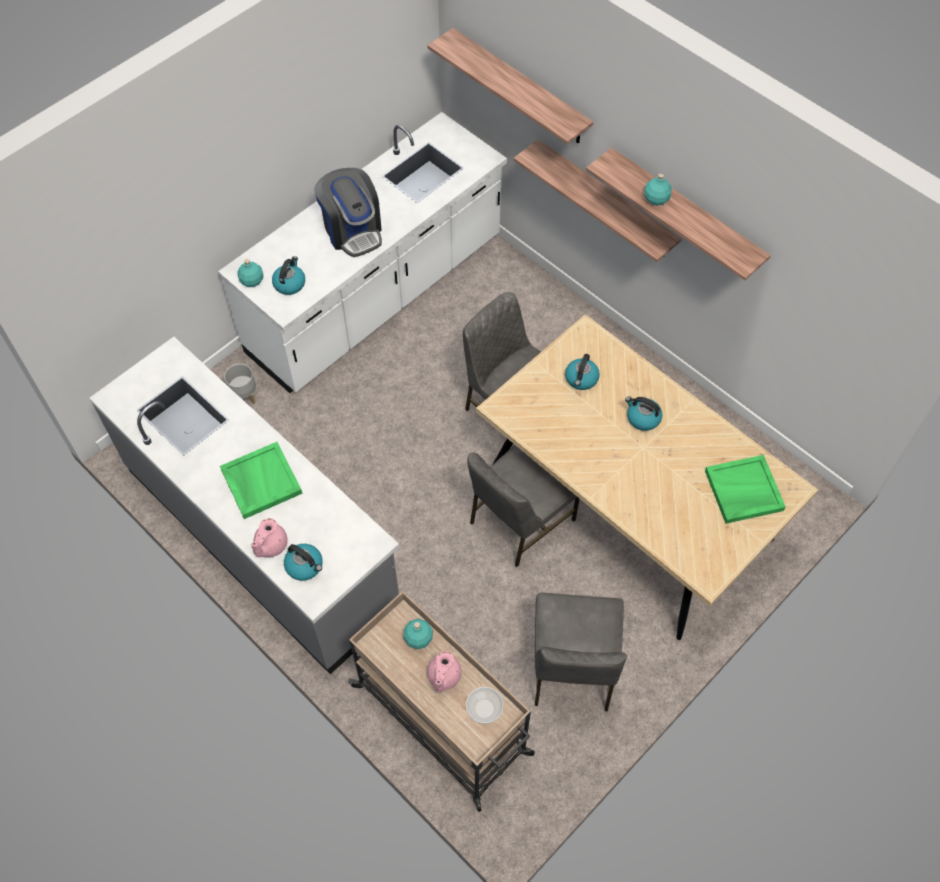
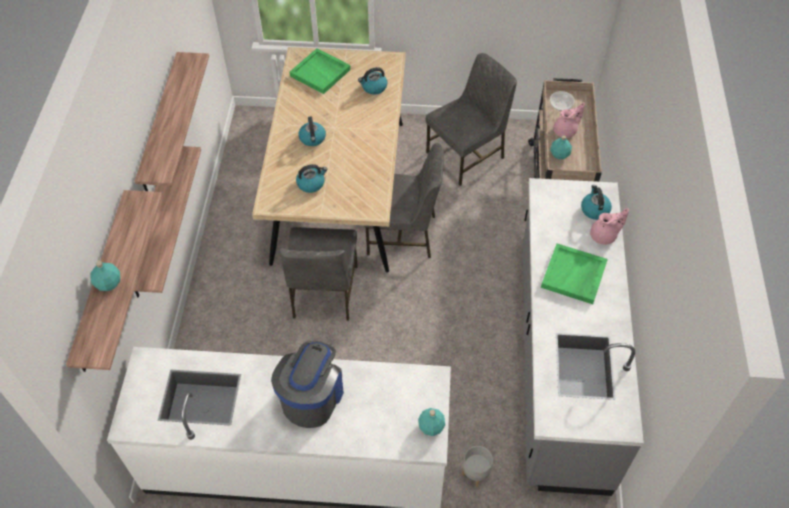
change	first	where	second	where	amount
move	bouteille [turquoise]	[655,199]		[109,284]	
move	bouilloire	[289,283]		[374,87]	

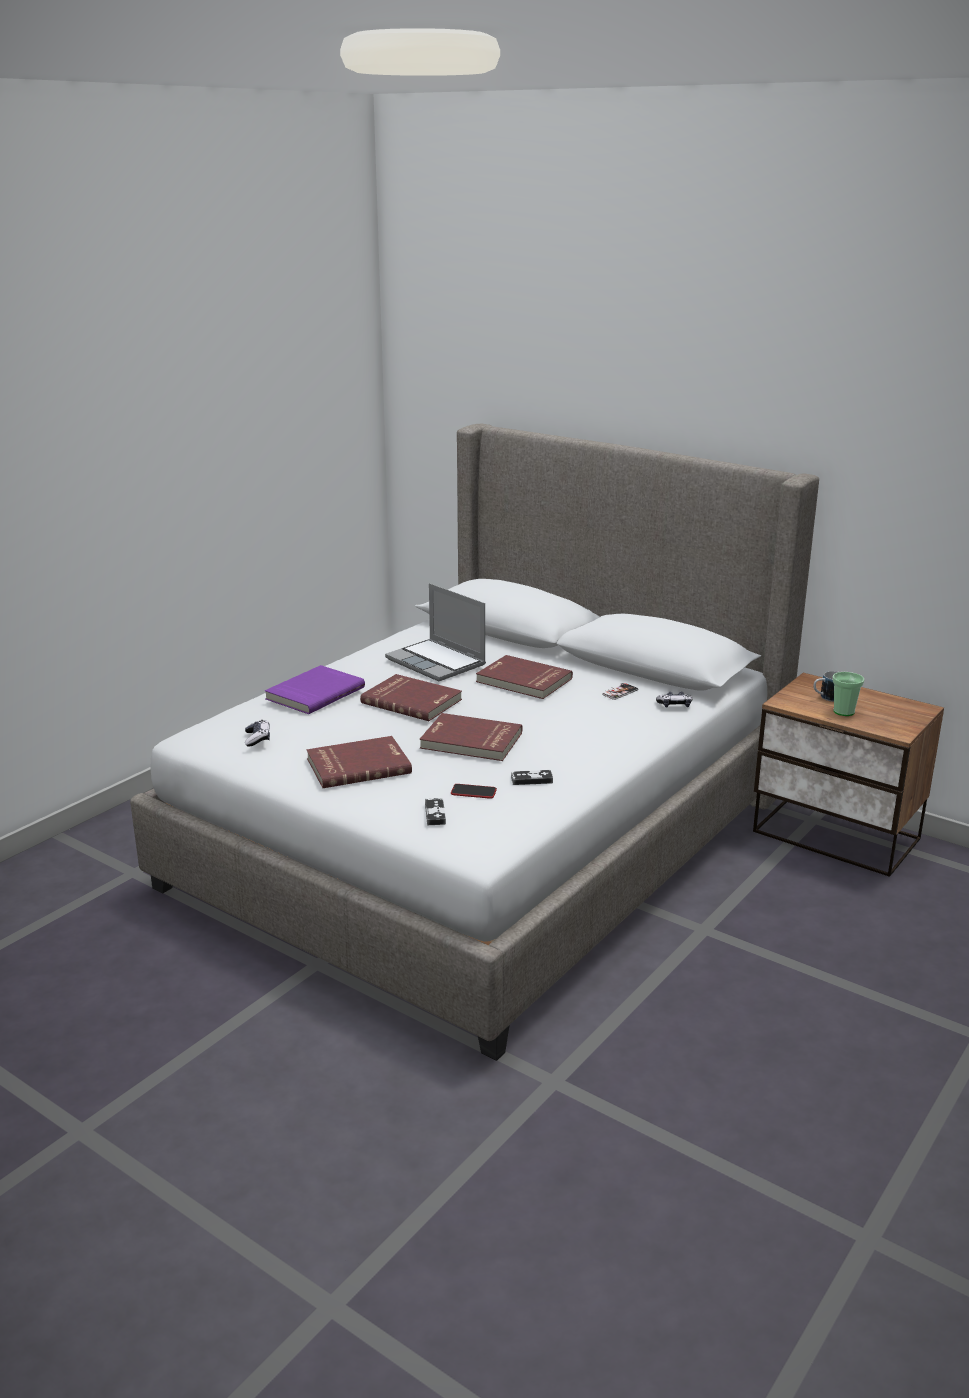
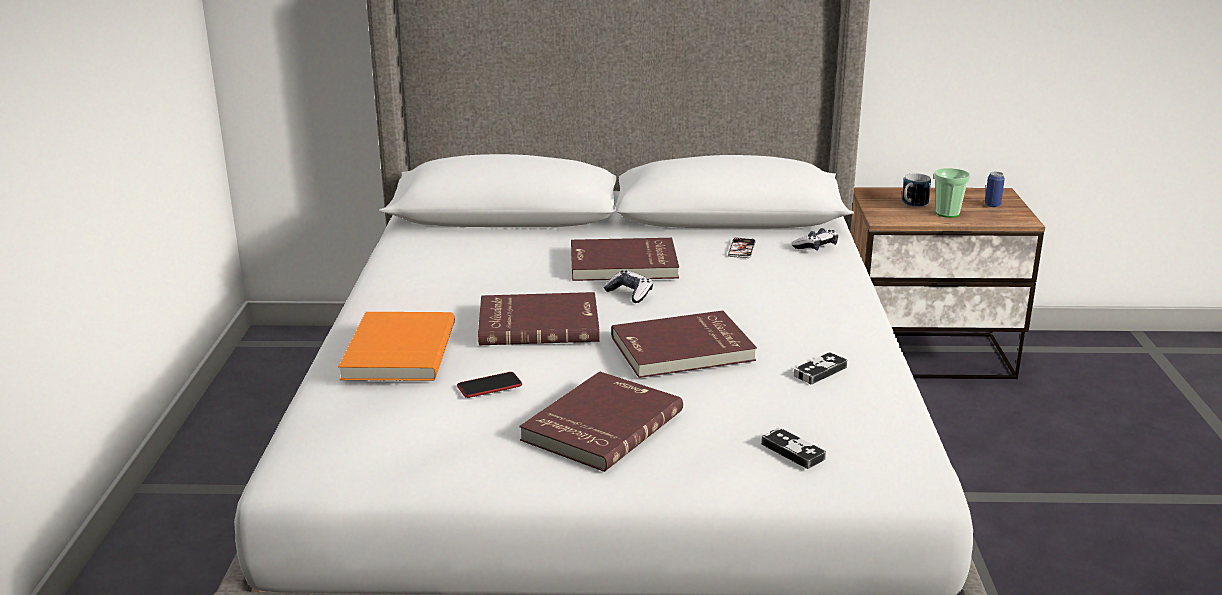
change	first	where	second	where	amount
recolor	livre [violet]	[314,693]	livre [orange]	[396,351]	
move	téléphone	[473,792]		[489,386]	
move	manette	[257,738]		[629,294]	
insert			boîte métallique	[992,205]	
delete	ordinateur portable	[437,662]			

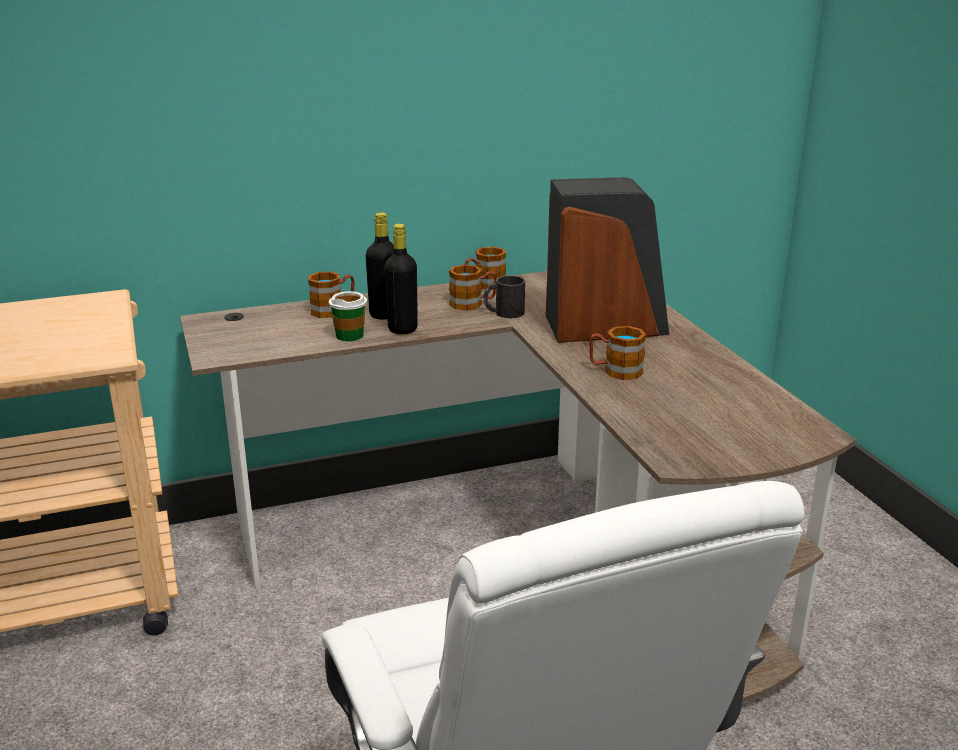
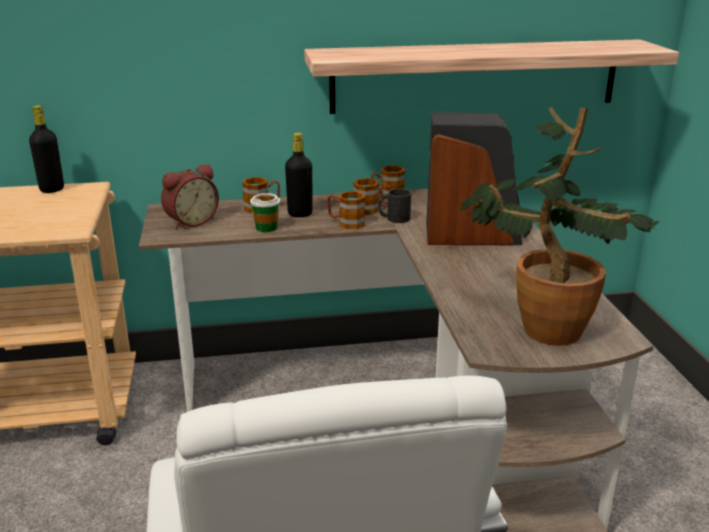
change	first	where	second	where	amount
move	bouteille [noir]	[402,329]		[52,189]	
insert			réveil	[190,221]	
insert			étagère	[475,76]	
move	mug	[615,371]		[346,223]	
insert			plante en pot	[541,324]	

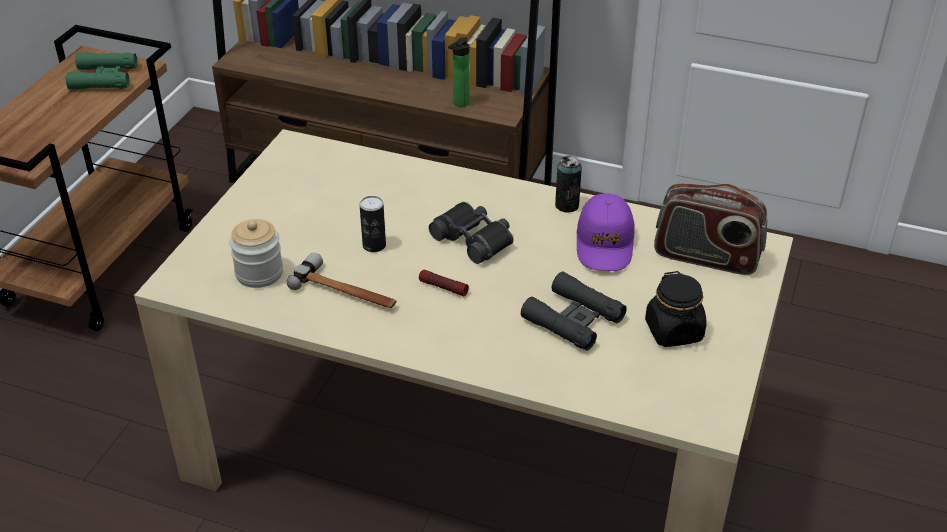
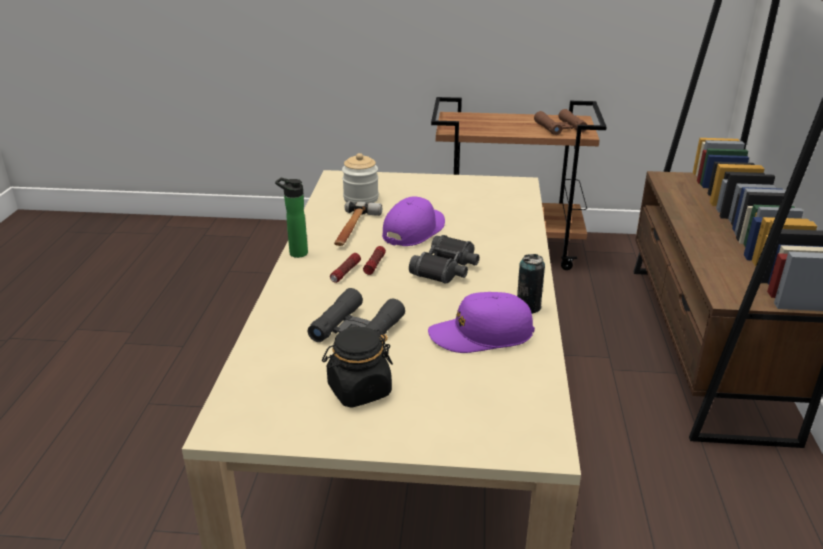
change	first	where	second	where	amount
move	bouteille	[459,104]		[296,253]	
insert			lampe de poche	[345,272]	
replace	boîte métallique	[374,245]	casquette [violet]	[414,230]	
recolor	jumelles [vert]	[104,78]	jumelles [marron]	[560,128]	
delete	radio	[706,257]			

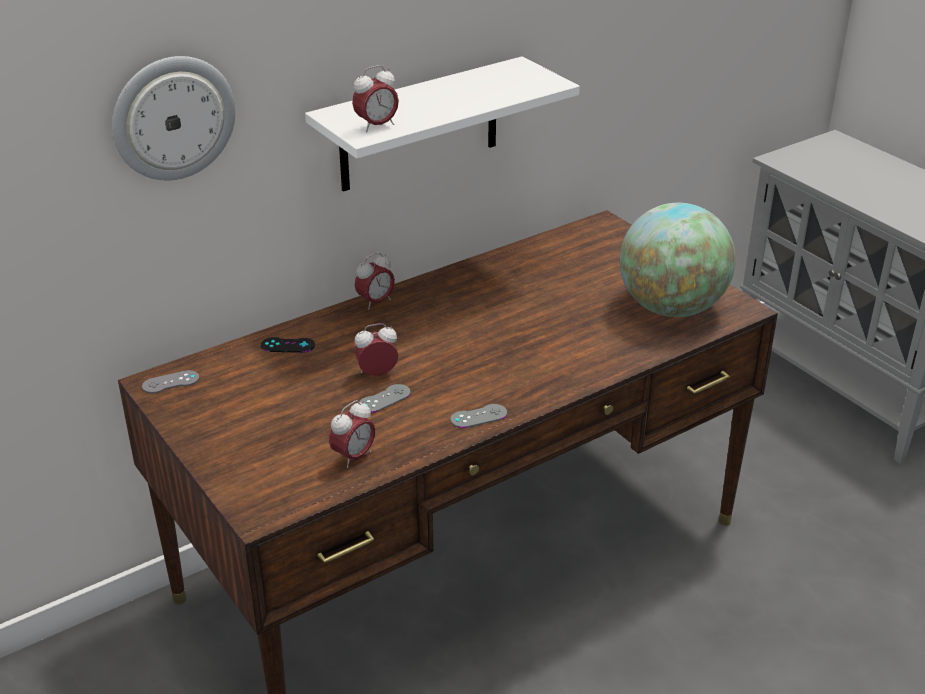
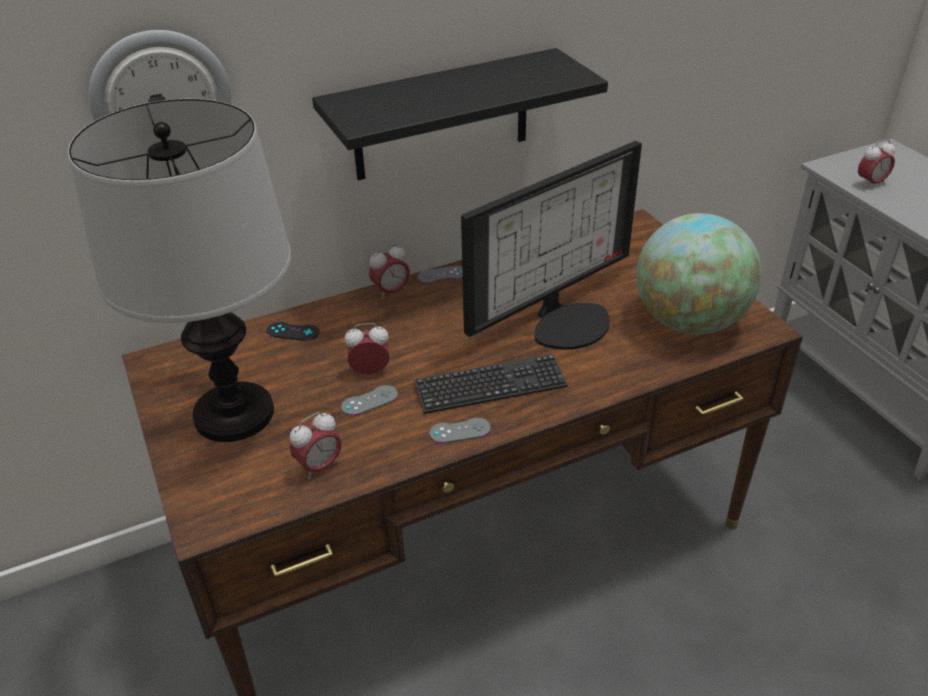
change	first	where	second	where	amount
insert			lampe de table	[234,413]	
recolor	étagère [blanc]	[419,125]	étagère [noir]	[441,116]	
insert			clavier	[490,386]	
move	manette [gris]	[170,382]		[442,275]	
insert			écran d'ordinateur	[566,321]	
move	réveil	[376,126]		[870,183]	

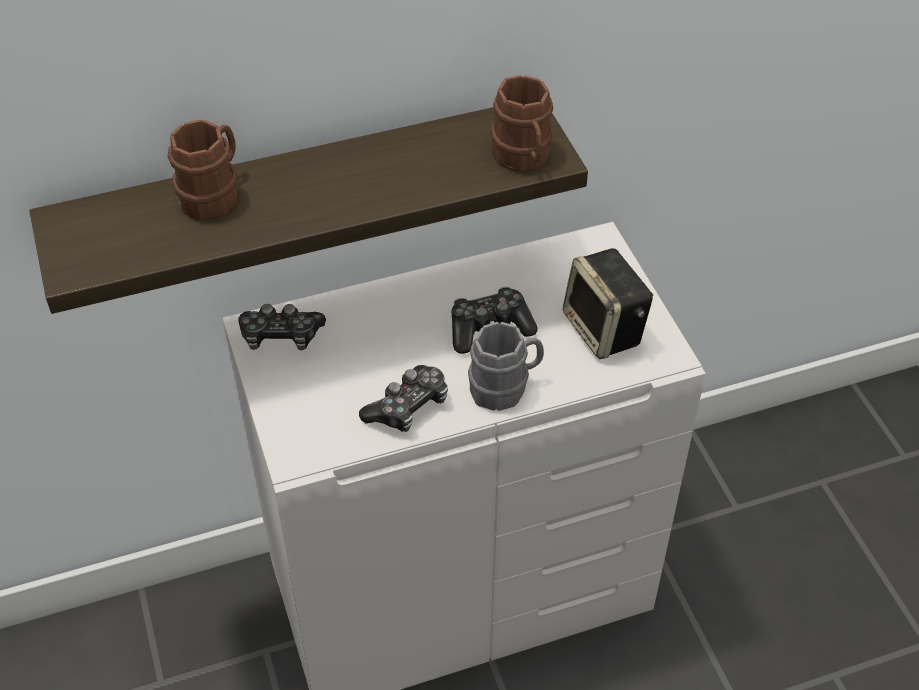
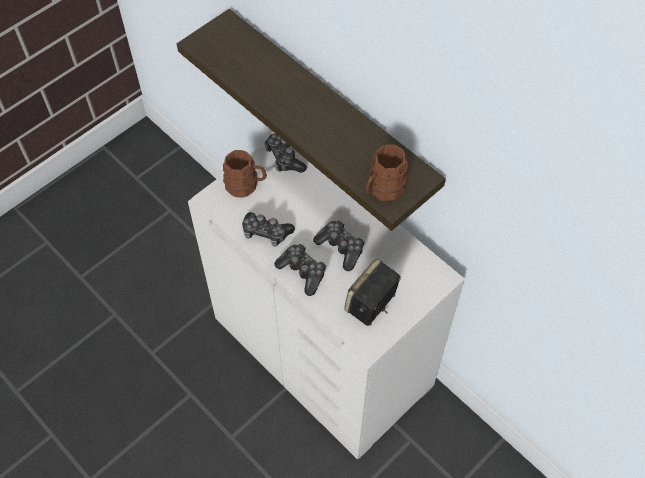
change	first	where	second	where	amount
move	mug [marron]	[214,194]		[246,185]	
replace	mug [gris]	[505,387]	manette	[302,272]	

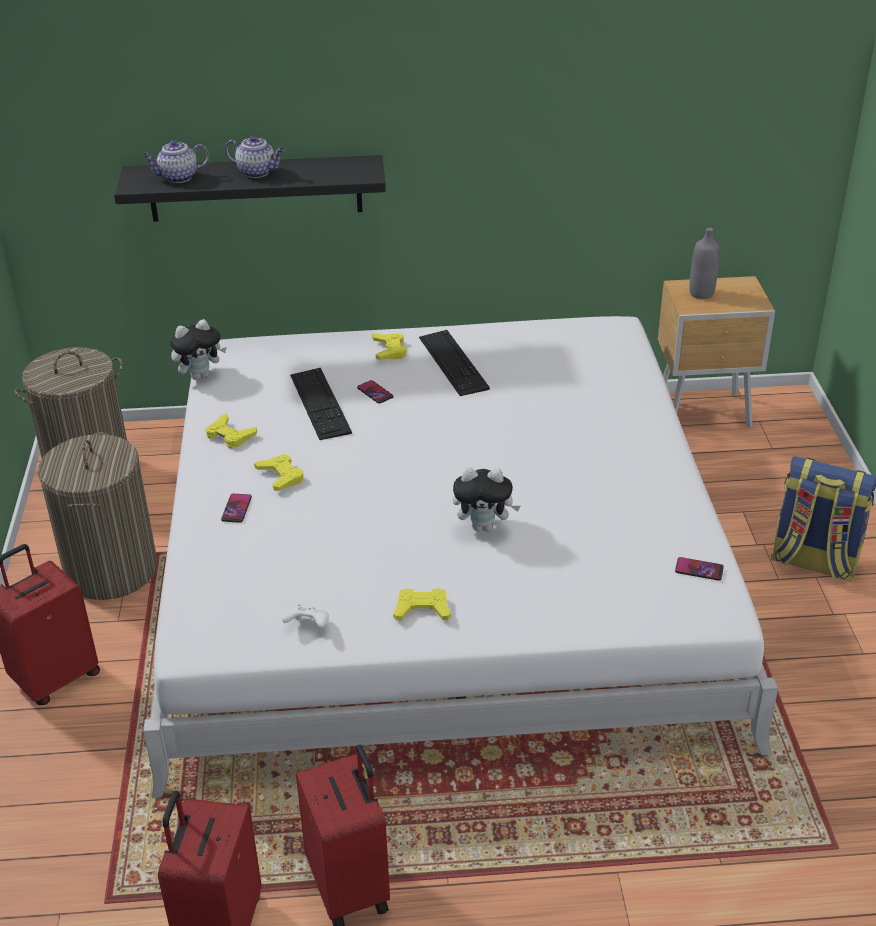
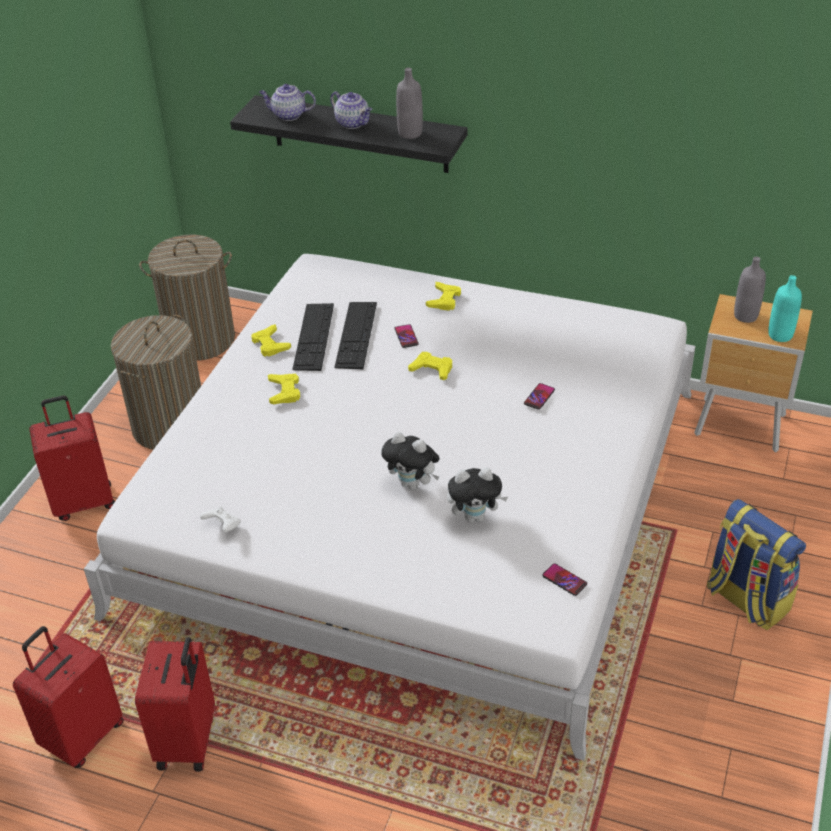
change	first	where	second	where	amount
move	clavier	[453,362]		[313,336]	
insert			bouteille [gris]	[410,133]	
move	manette [jaune]	[422,609]		[432,369]	
move	peluche	[200,375]		[475,516]	
move	téléphone	[236,509]		[539,397]	
insert			bouteille [turquoise]	[780,335]	

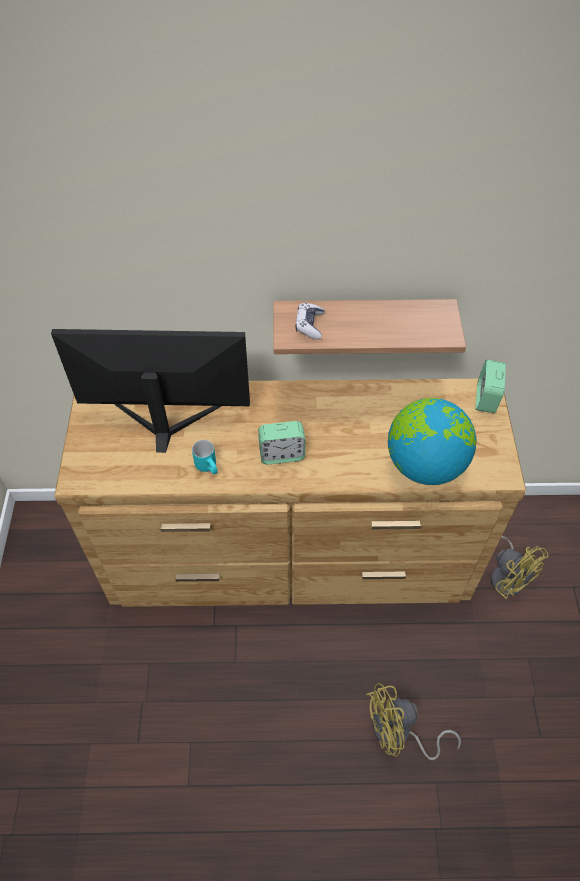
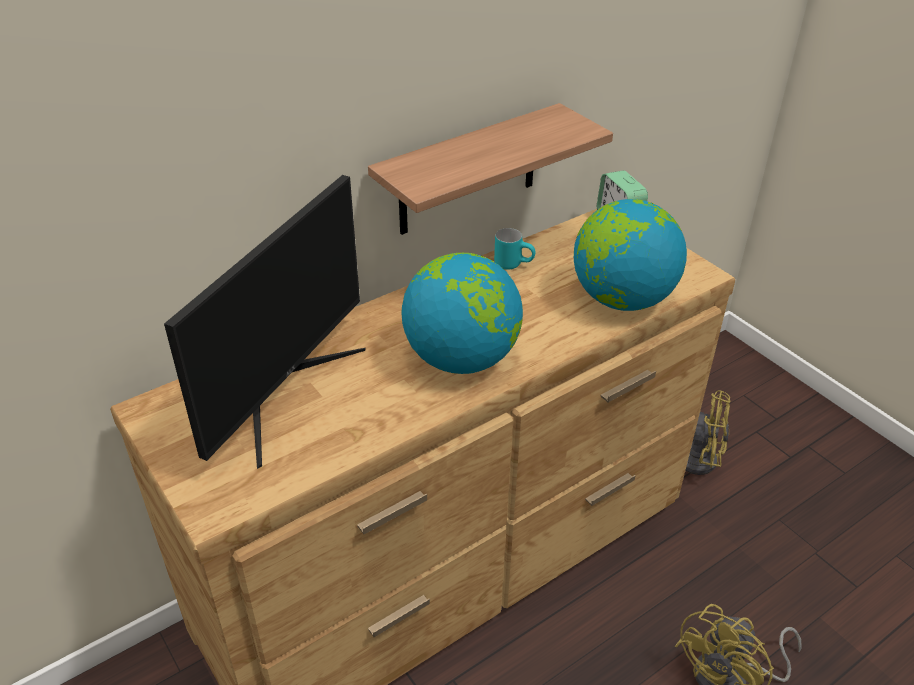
change	first	where	second	where	amount
rotate	écran d'ordinateur	[165,420]		[281,391]	150 degrees clockwise
replace	réveil	[282,454]	globe	[462,358]	
move	mug [turquoise]	[209,467]		[514,263]	
delete	manette	[309,325]			

